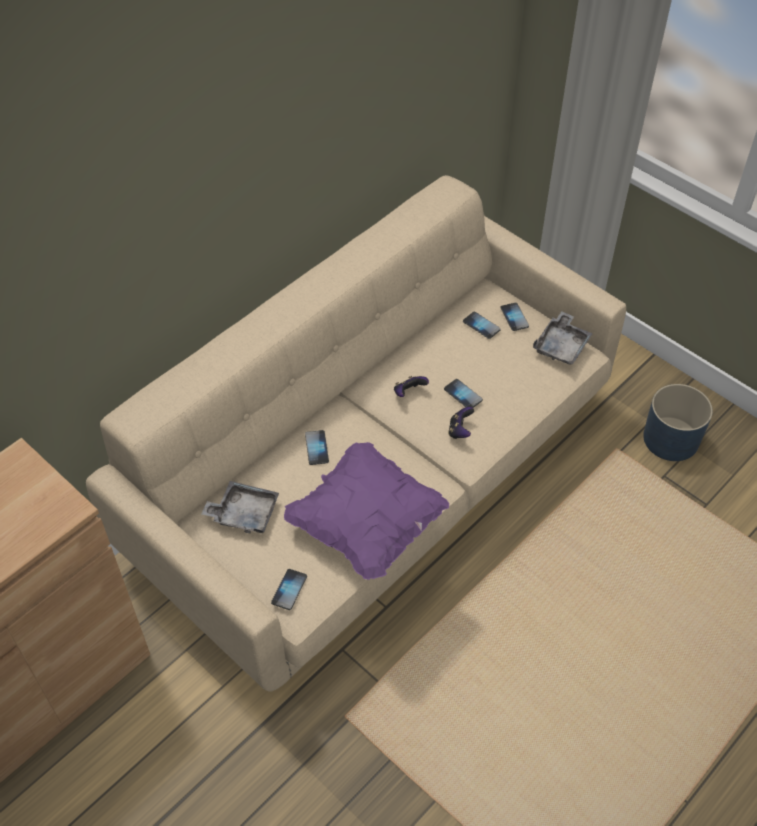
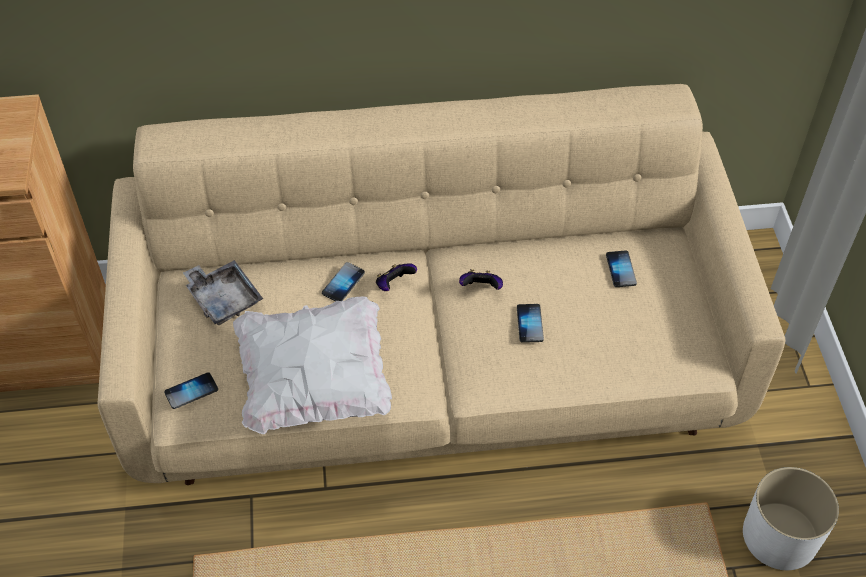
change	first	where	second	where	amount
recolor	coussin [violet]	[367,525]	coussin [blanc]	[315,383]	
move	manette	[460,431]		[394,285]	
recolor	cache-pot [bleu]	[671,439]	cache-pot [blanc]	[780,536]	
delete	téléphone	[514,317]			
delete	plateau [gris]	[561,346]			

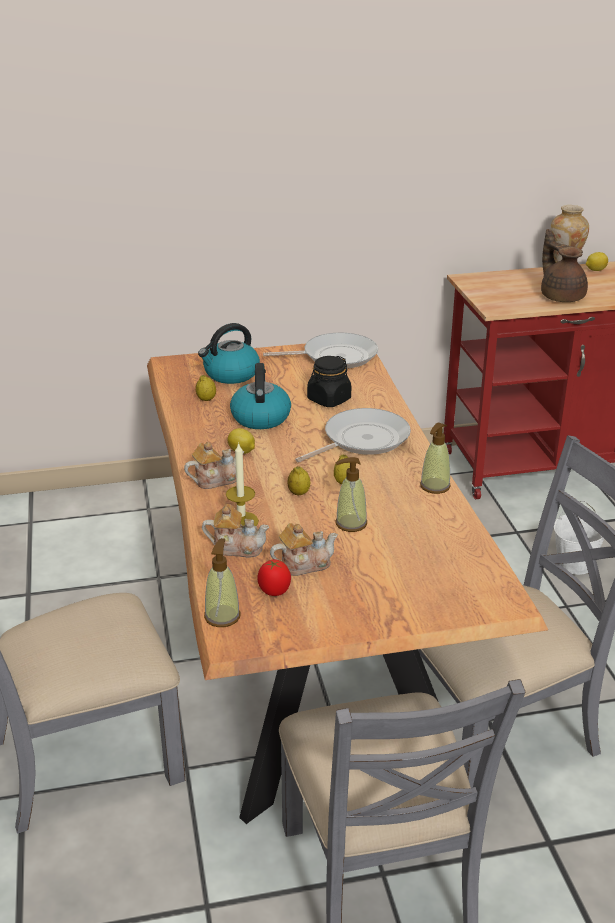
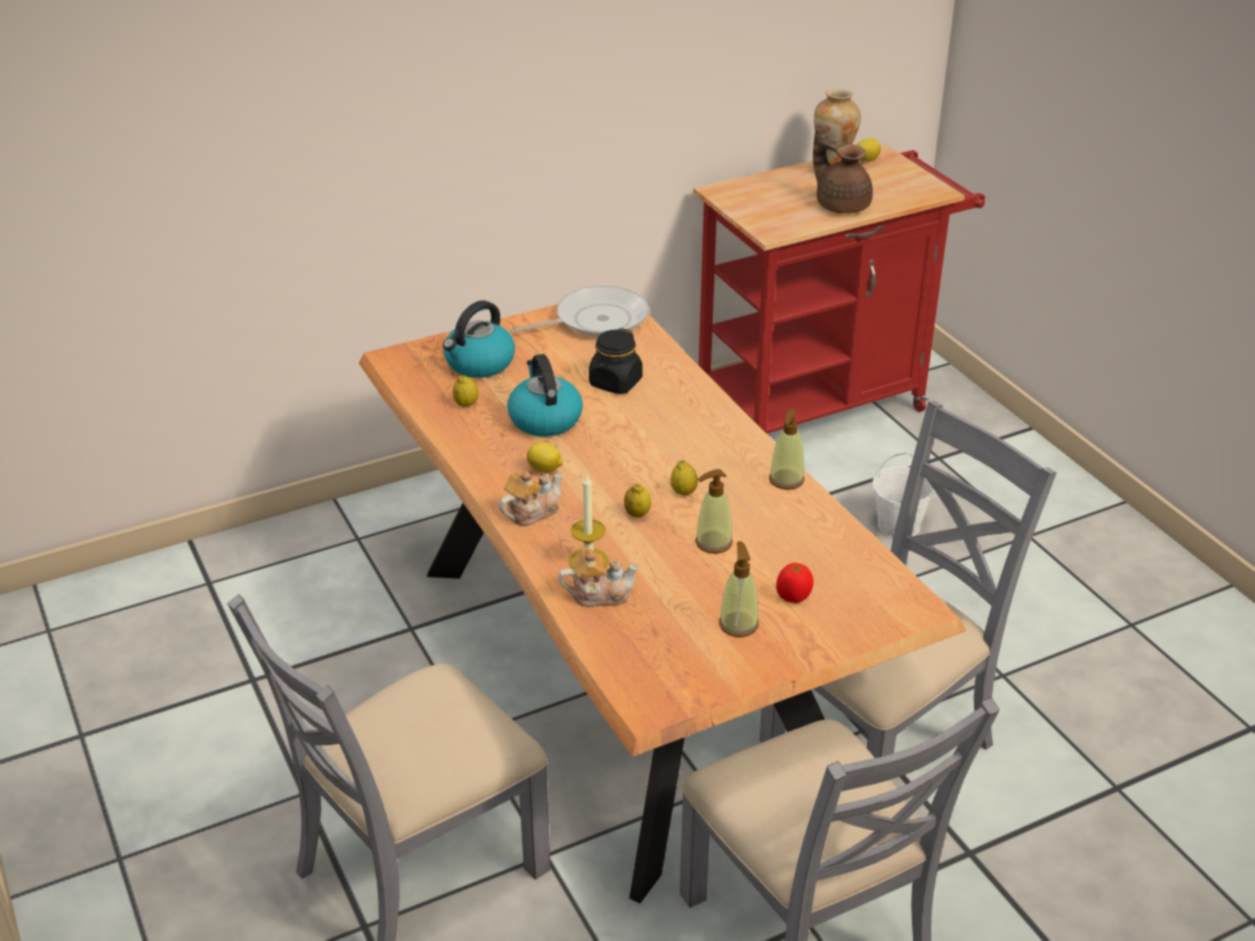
change	first	where	second	where	amount
move	distributeur de savon	[222,616]		[738,624]	
move	tomate	[274,591]		[793,597]	
delete	théière	[304,564]			
delete	poêle	[362,440]			

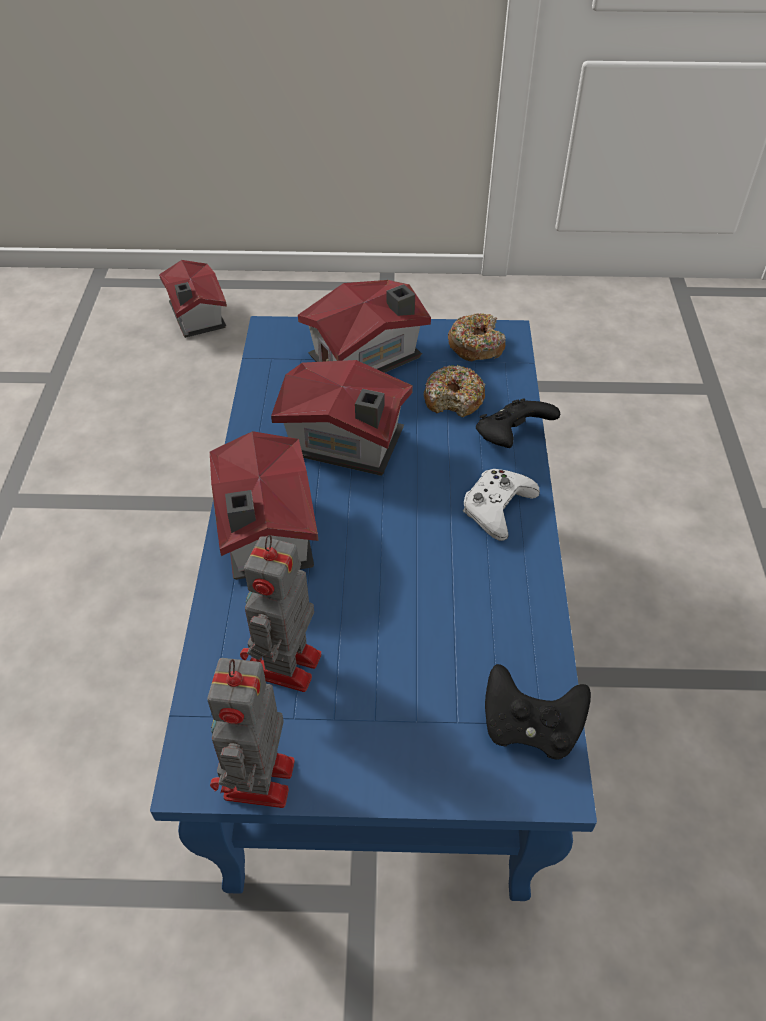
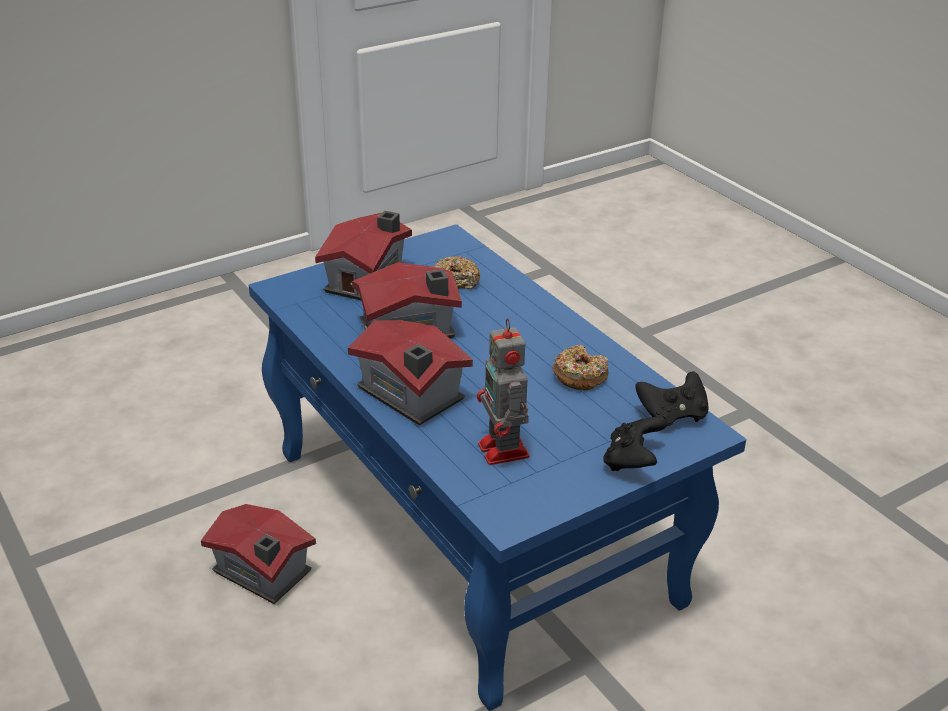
change	first	where	second	where	amount
move	maison miniature	[196,317]		[262,574]	
move	beignet	[476,345]		[580,376]	
move	manette [noir]	[511,438]		[632,461]	
delete	robot jouet	[258,783]			
delete	manette [blanc]	[497,508]			

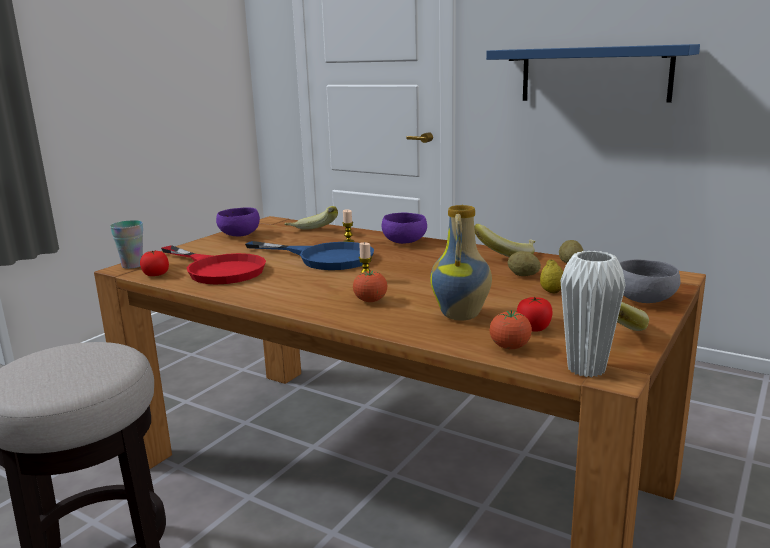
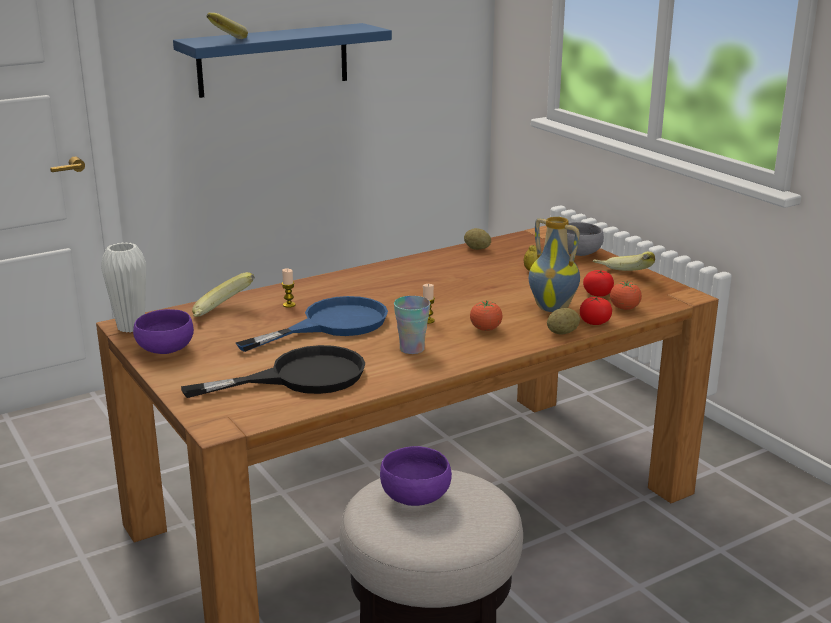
change	first	where	second	where	amount
move	vase [blanc]	[586,369]		[131,327]	
recolor	poêle [rouge]	[218,269]	poêle [noir]	[300,377]	
move	banane	[506,255]		[226,40]	
move	bol [violet]	[405,242]		[416,496]	
move	tasse	[132,265]		[412,349]	
move	pomme de terre	[523,275]		[562,333]	
move	tomate	[156,275]		[595,322]	

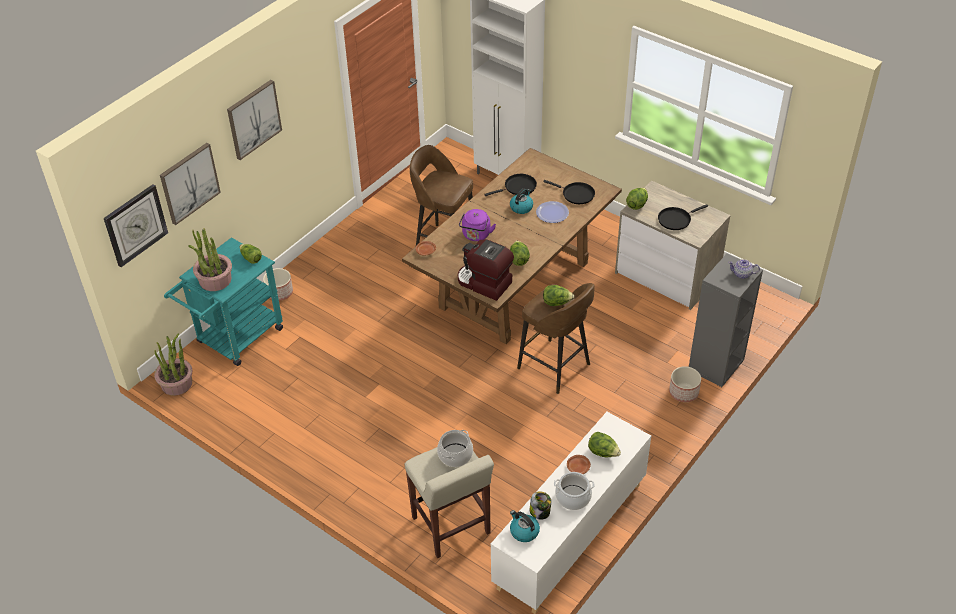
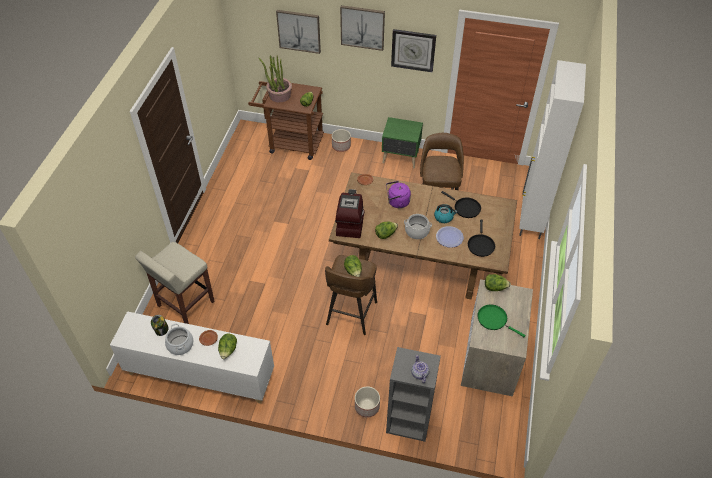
change	first	where	second	where	amount
recolor	chariot [turquoise]	[235,339]	chariot [marron]	[291,143]	
insert			table de chevet [vert]	[401,158]	
move	horloge murale	[135,225]		[413,50]	
move	marmite	[455,455]		[417,231]	
recolor	poêle [noir]	[676,219]	poêle [vert]	[494,319]	
delete	plante en pot	[177,383]			
delete	bouilloire	[524,531]			

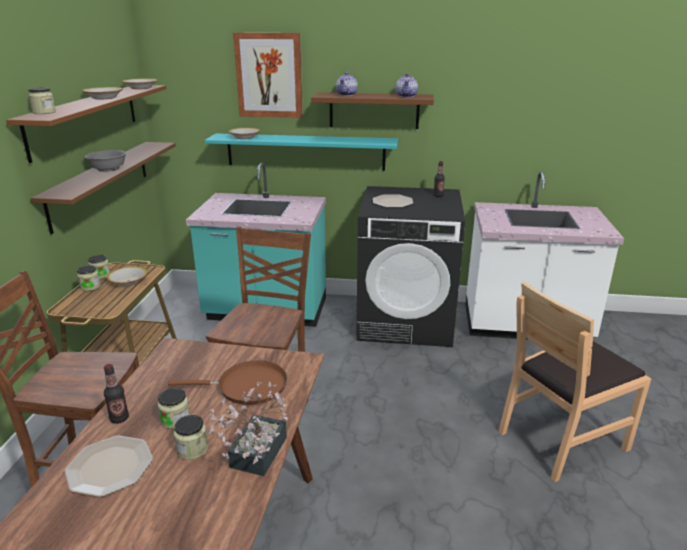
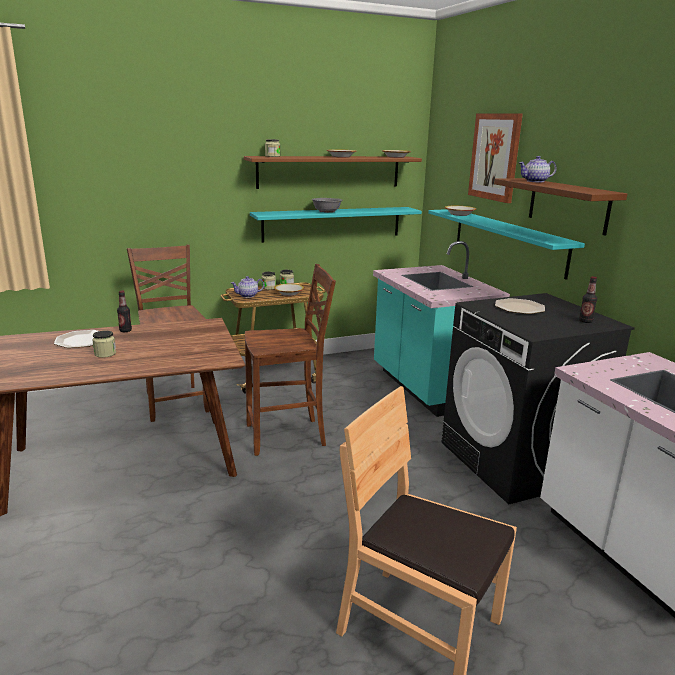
change	first	where	second	where	amount
move	théière	[406,96]		[247,295]	
recolor	étagère [marron]	[101,183]	étagère [turquoise]	[332,224]	
delete	bocal	[175,420]			
delete	poêle [marron]	[247,386]			
delete	plante en pot	[254,457]			

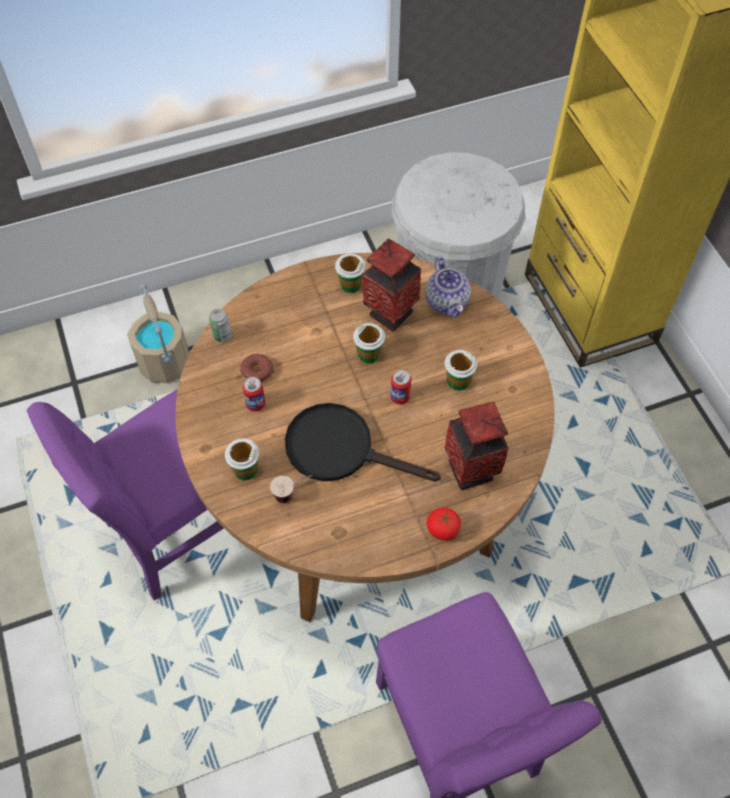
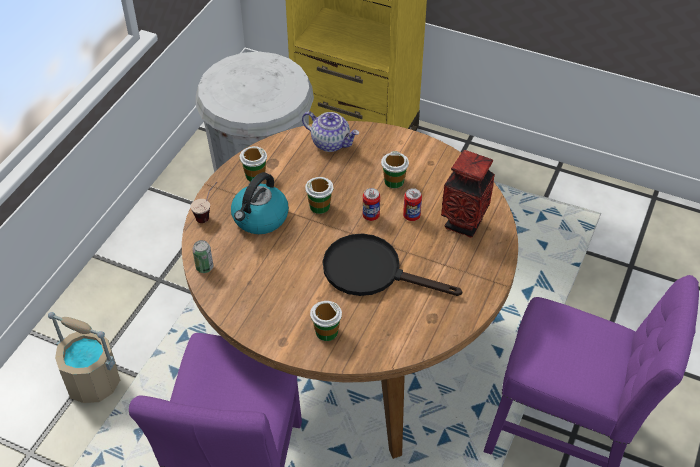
change	first	where	second	where	amount
move	tasse	[293,495]		[208,214]	
insert			bouilloire	[260,218]	
rotate	poêle [noir]	[341,449]		[373,271]	45 degrees clockwise
move	boîte métallique	[255,404]		[411,216]	
delete	beignet	[257,371]			
delete	vase	[390,314]			
delete	tomate	[442,529]			

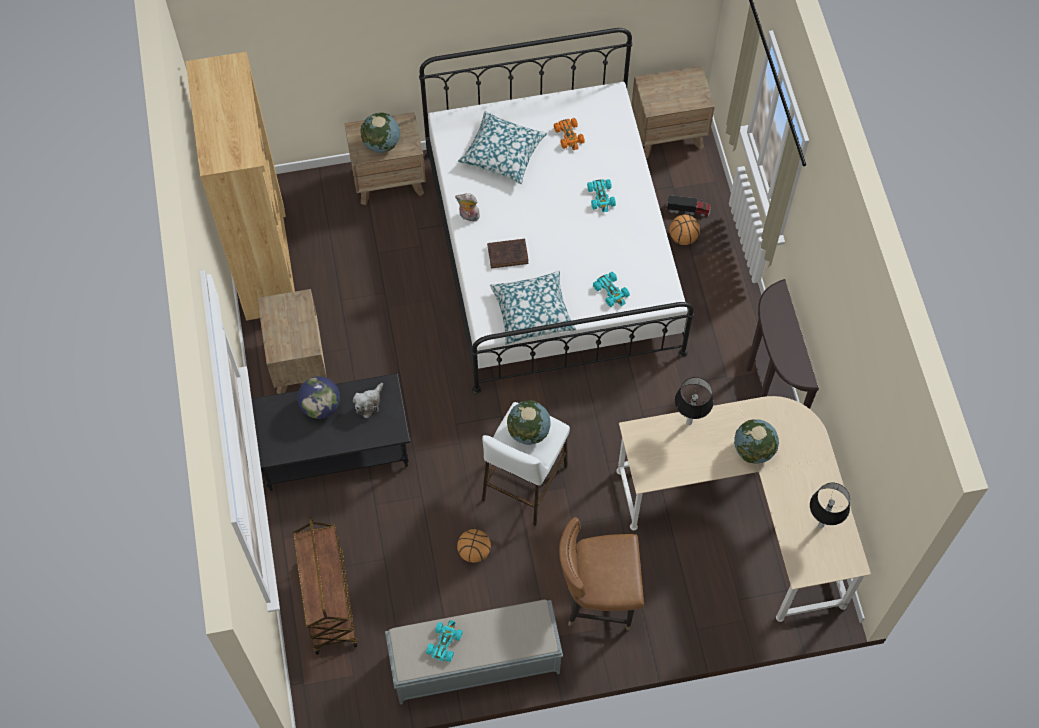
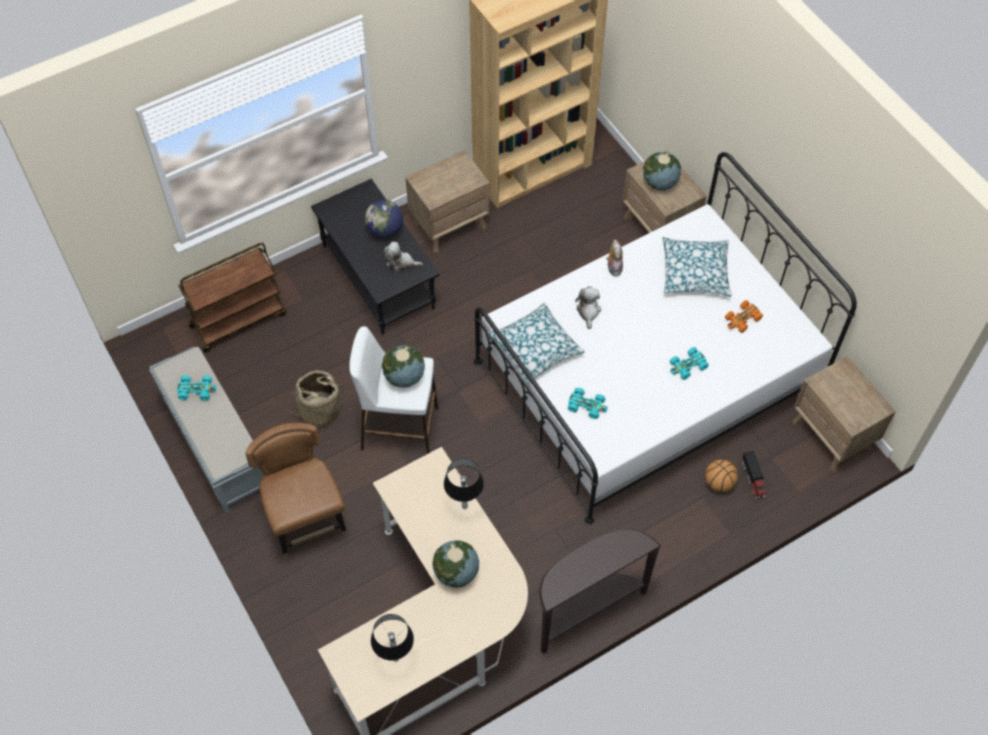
change	first	where	second	where	amount
replace	ballon de basket	[473,552]	panier	[319,410]	
rotate	petite voiture [turquoise]	[611,292]		[587,405]	105 degrees counterclockwise
replace	livre [marron]	[509,254]	peluche	[588,311]	

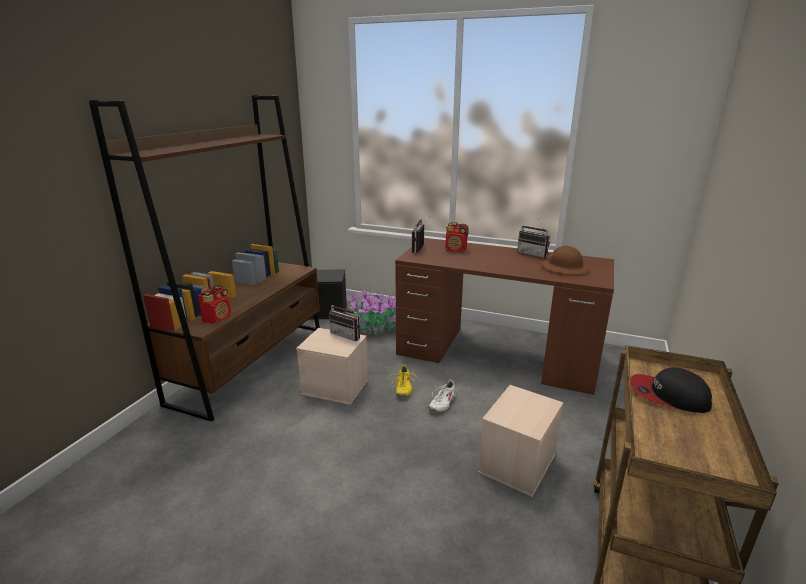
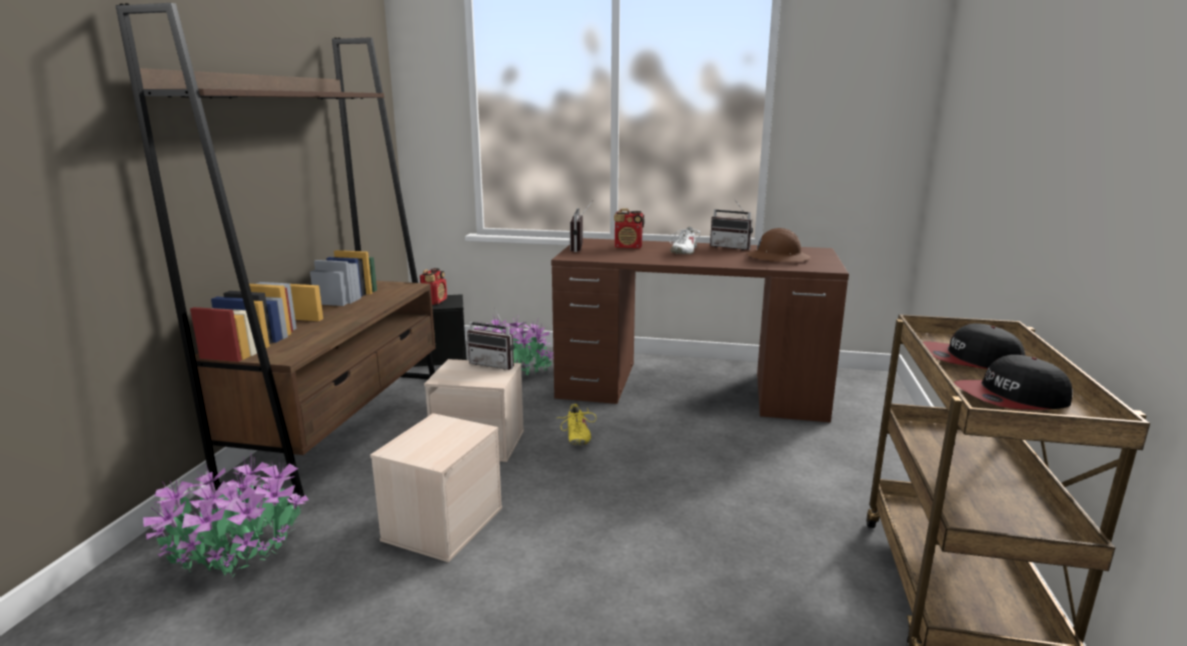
change	first	where	second	where	amount
insert			plante en pot	[240,550]	
move	boîte de rangement [beige]	[516,462]		[443,522]	
move	radio	[217,318]		[435,301]	
move	chaussure [blanc]	[442,403]		[683,251]	
insert			casquette	[1011,398]	

